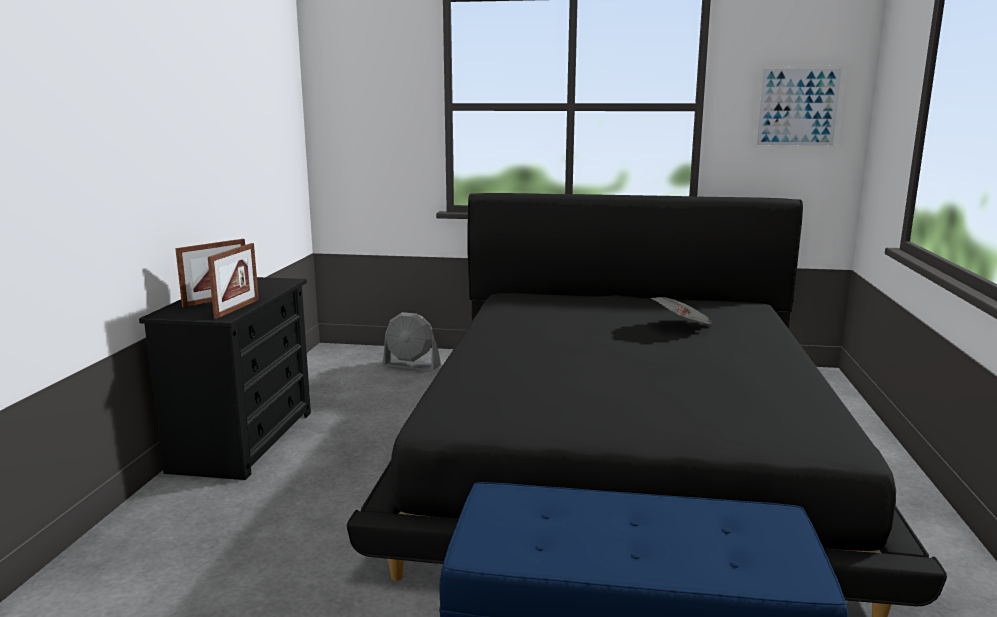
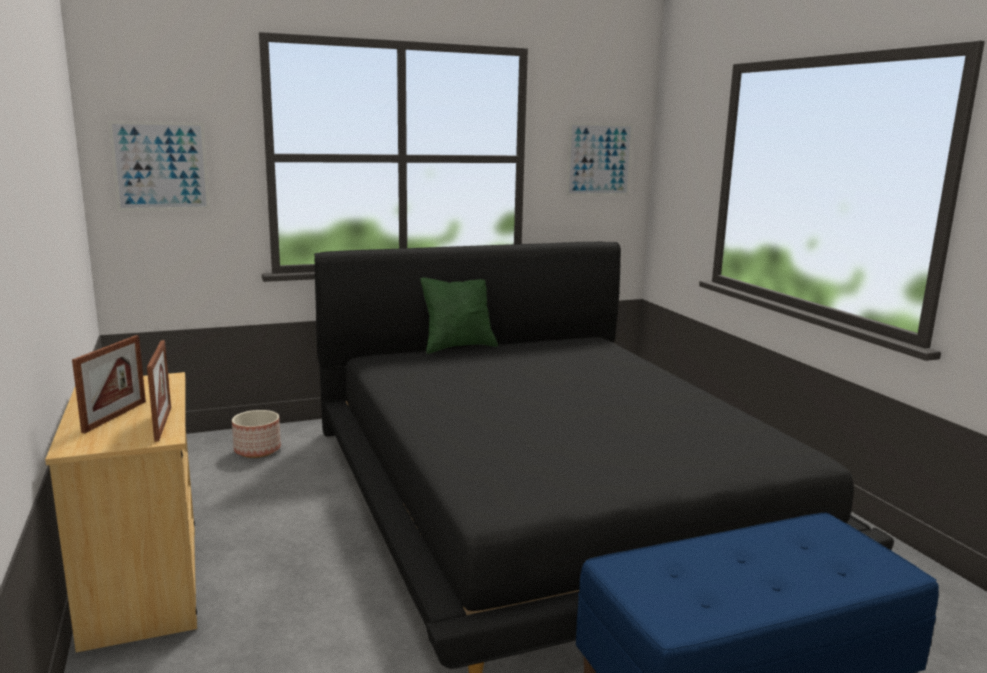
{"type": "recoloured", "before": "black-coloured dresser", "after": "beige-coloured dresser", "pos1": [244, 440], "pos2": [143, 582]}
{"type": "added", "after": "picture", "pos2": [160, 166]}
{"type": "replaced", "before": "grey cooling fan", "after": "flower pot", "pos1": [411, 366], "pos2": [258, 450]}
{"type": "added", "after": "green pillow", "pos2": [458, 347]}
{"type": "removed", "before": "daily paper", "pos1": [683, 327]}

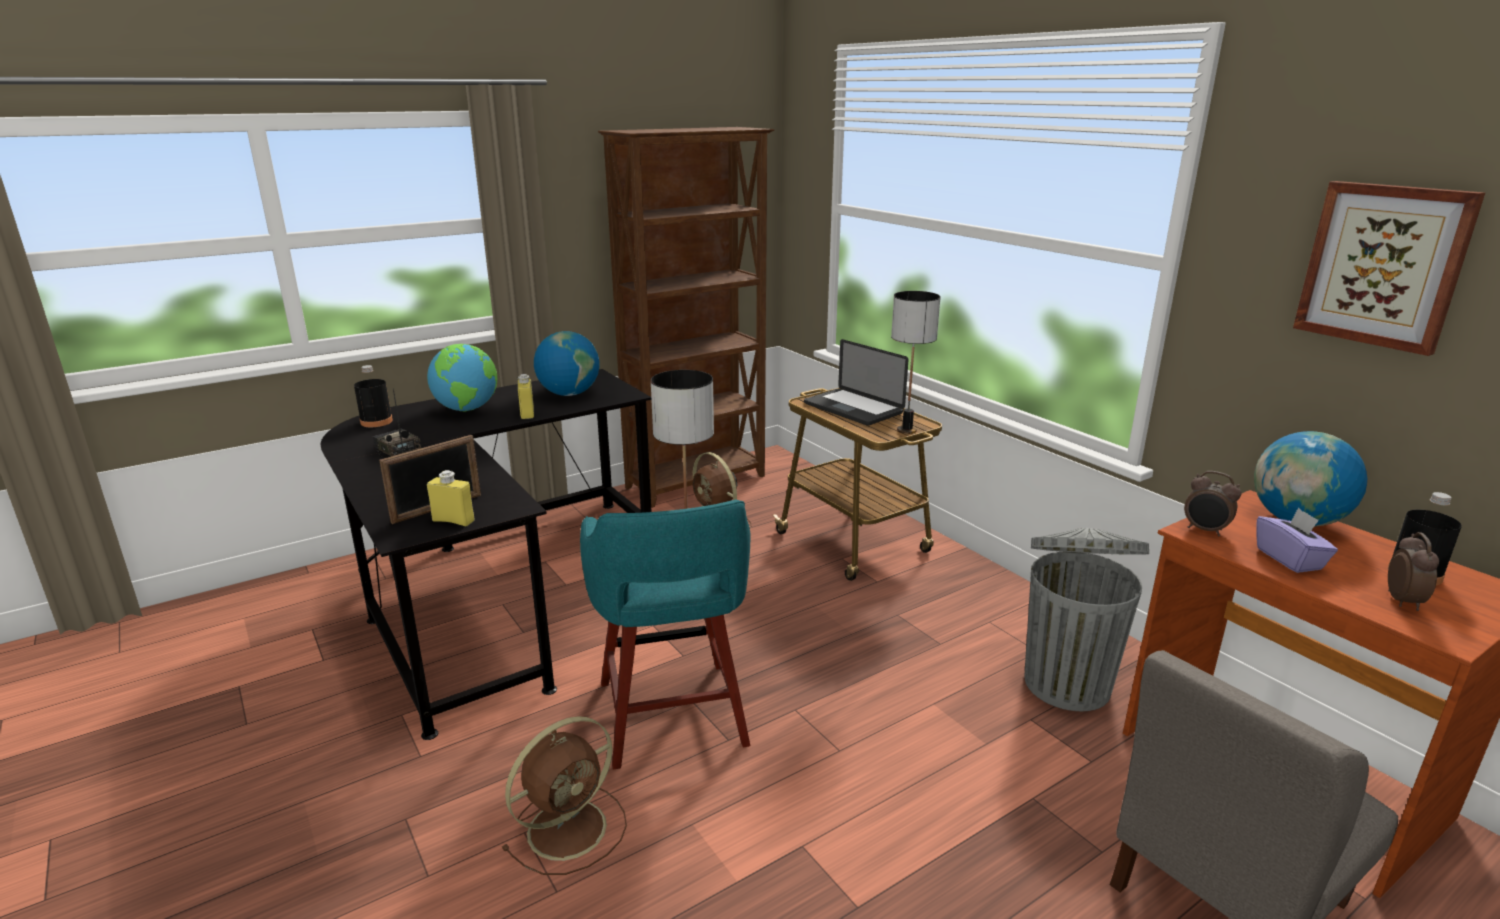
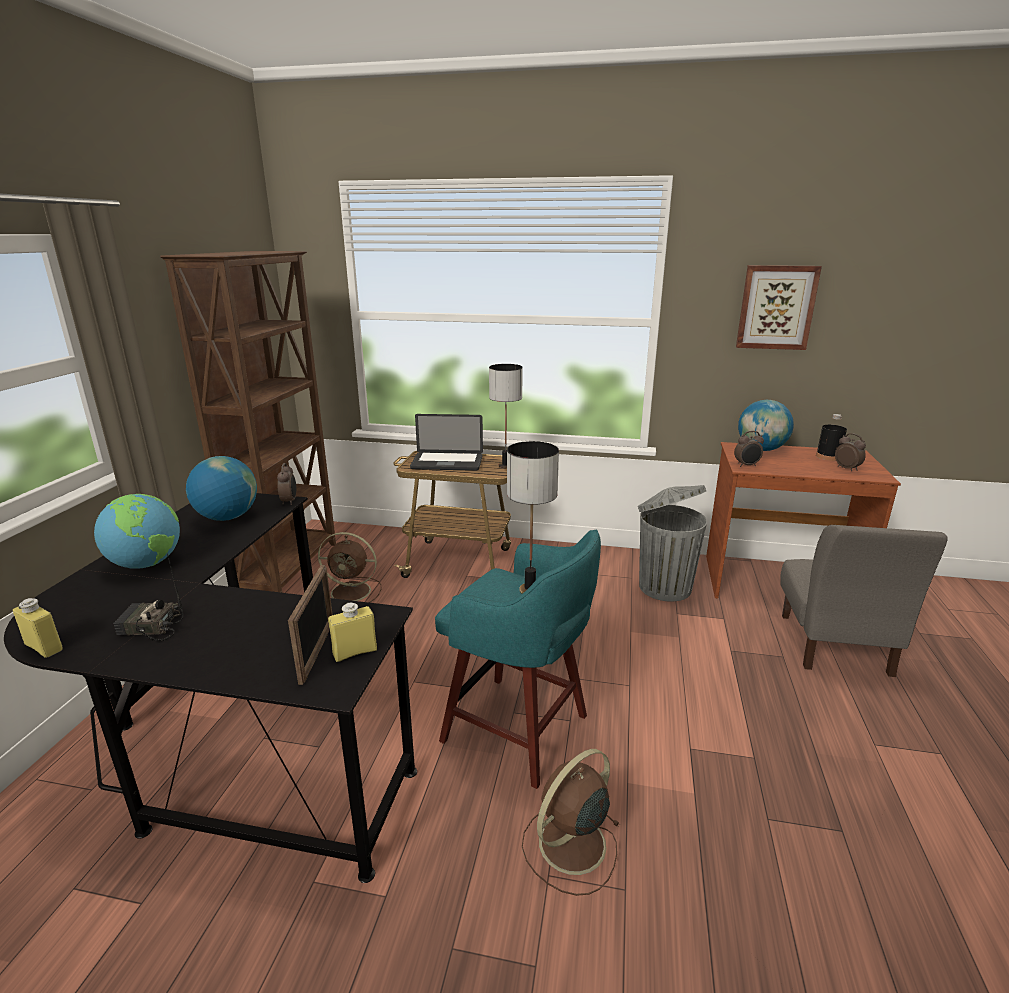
{"type": "moved", "before": "yellow drink bottle", "pos1": [527, 413], "pos2": [44, 647]}
{"type": "added", "after": "table clock", "pos2": [289, 501]}
{"type": "turned", "before": "brown cooling fan", "pos1": [570, 827], "pos2": [570, 845], "turn": -135}
{"type": "removed", "before": "black-coloured drink bottle", "pos1": [376, 422]}
{"type": "removed", "before": "purplish tissue box", "pos1": [1289, 559]}

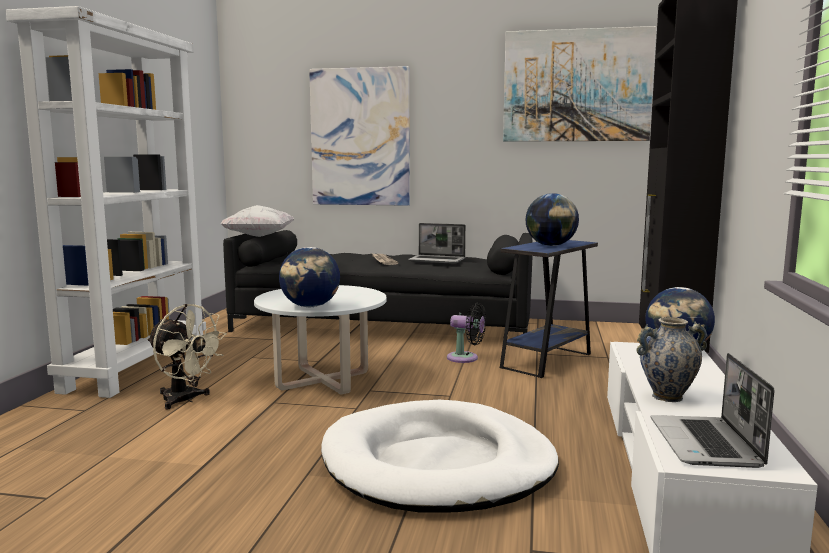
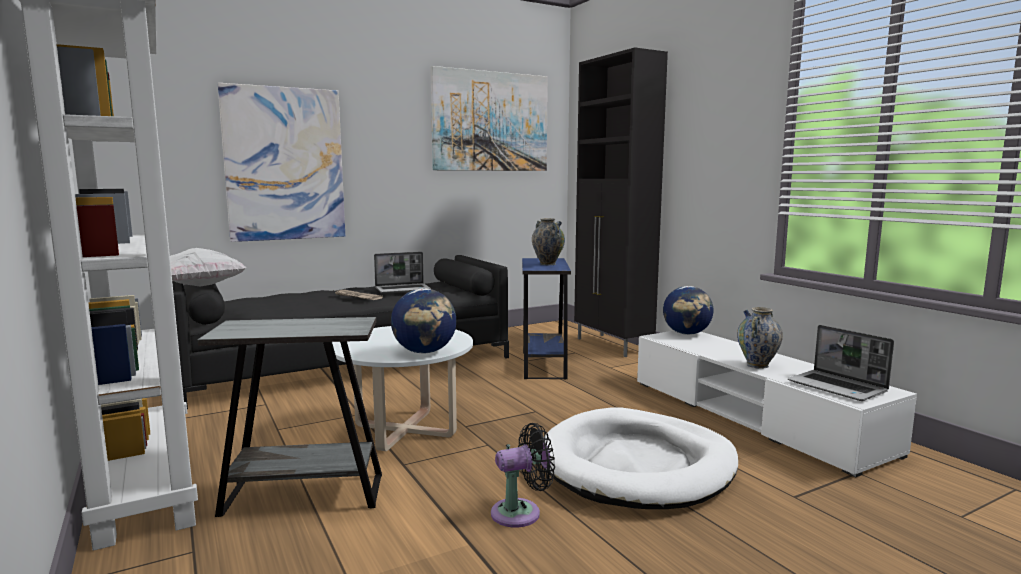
{"type": "replaced", "before": "beige-coloured cooling fan", "after": "grey side table", "pos1": [185, 400], "pos2": [304, 494]}
{"type": "moved", "before": "black-coloured cooling fan", "pos1": [466, 358], "pos2": [521, 512]}
{"type": "replaced", "before": "desk globe", "after": "flower vase", "pos1": [551, 245], "pos2": [547, 264]}

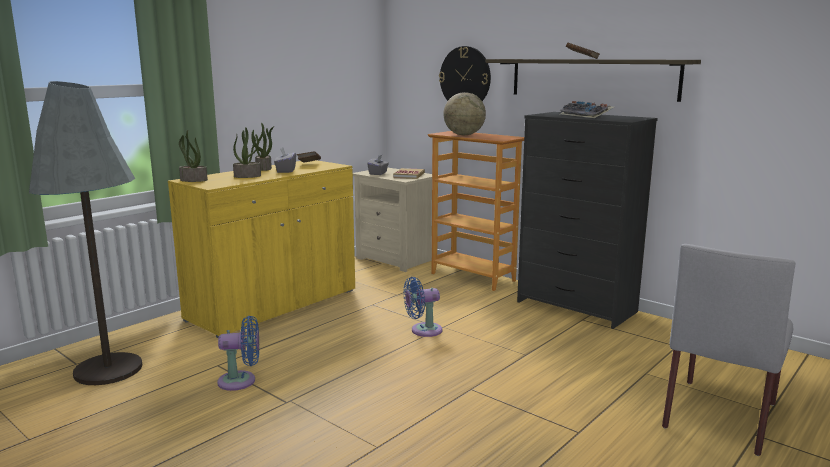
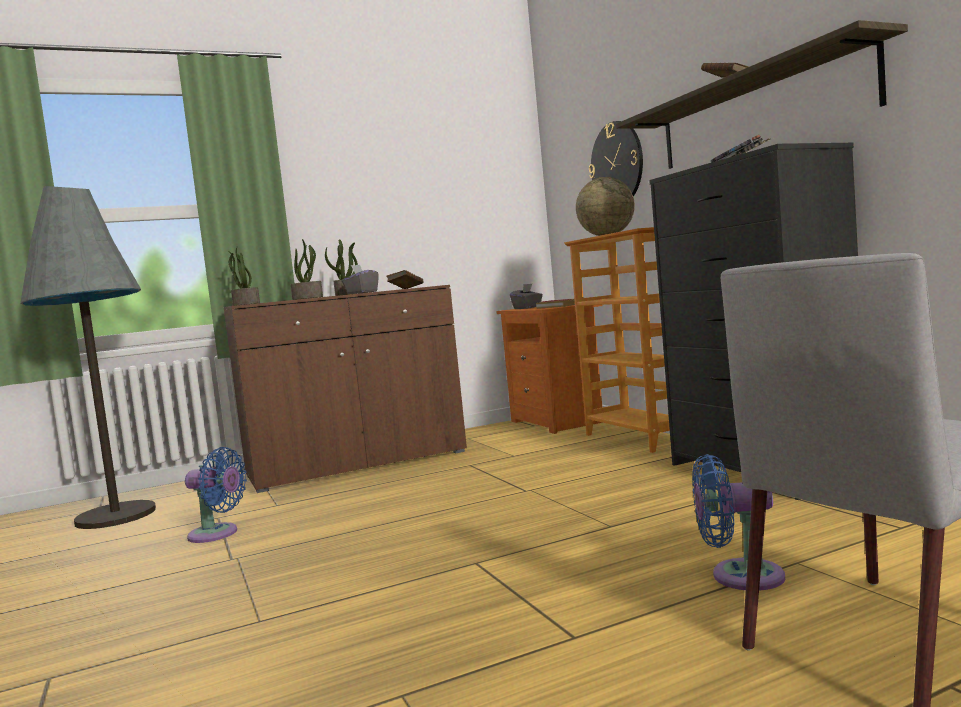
{"type": "recoloured", "before": "yellow cabinet", "after": "brown cabinet", "pos1": [274, 305], "pos2": [357, 464]}
{"type": "recoloured", "before": "beige-coloured bedside table", "after": "orangey bedside table", "pos1": [396, 259], "pos2": [558, 422]}
{"type": "moved", "before": "blue-coloured cooling fan", "pos1": [423, 330], "pos2": [739, 576]}

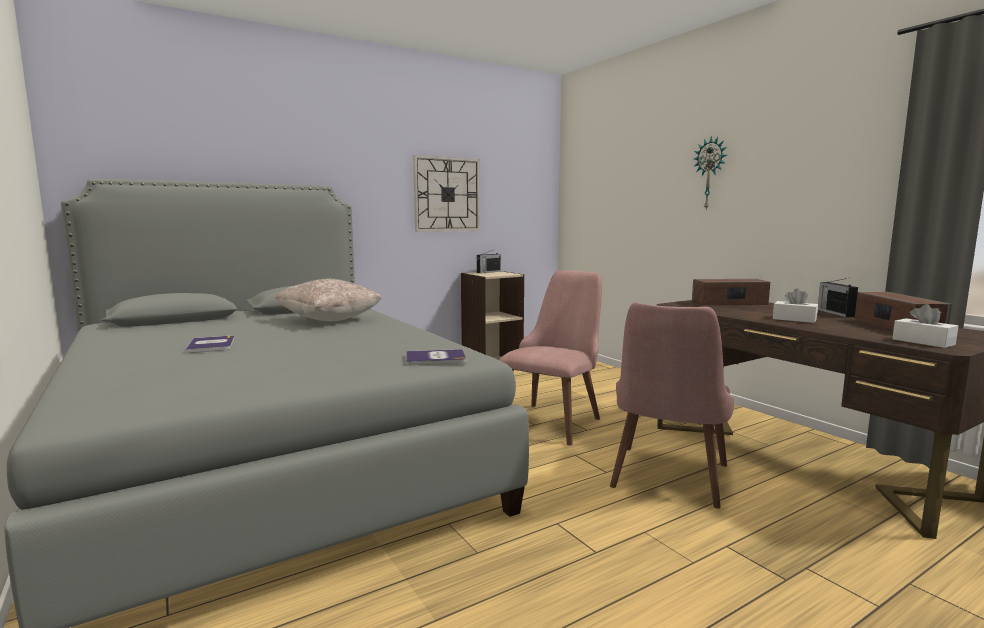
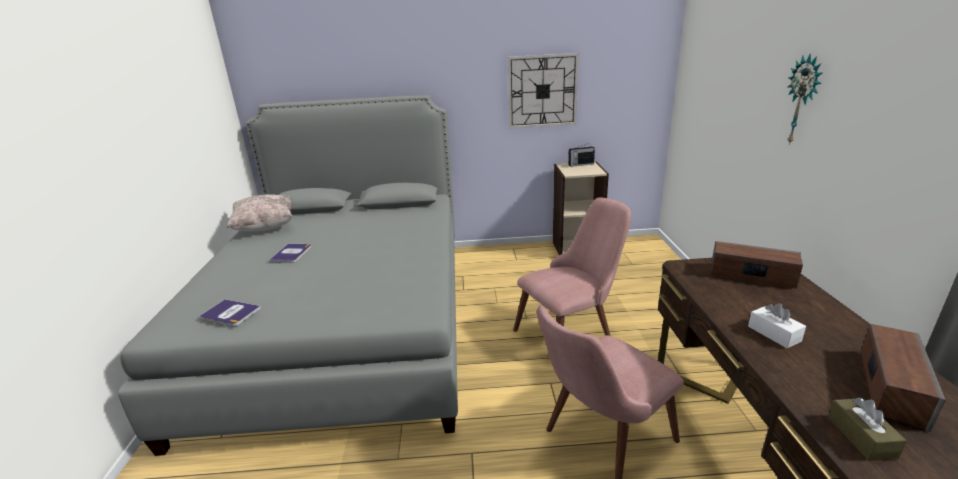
{"type": "moved", "before": "book", "pos1": [435, 358], "pos2": [230, 313]}
{"type": "moved", "before": "beige-coloured pillow", "pos1": [329, 320], "pos2": [265, 227]}
{"type": "recoloured", "before": "whitish tissue box", "after": "brown tissue box", "pos1": [923, 342], "pos2": [861, 437]}
{"type": "removed", "before": "radio receiver", "pos1": [834, 313]}

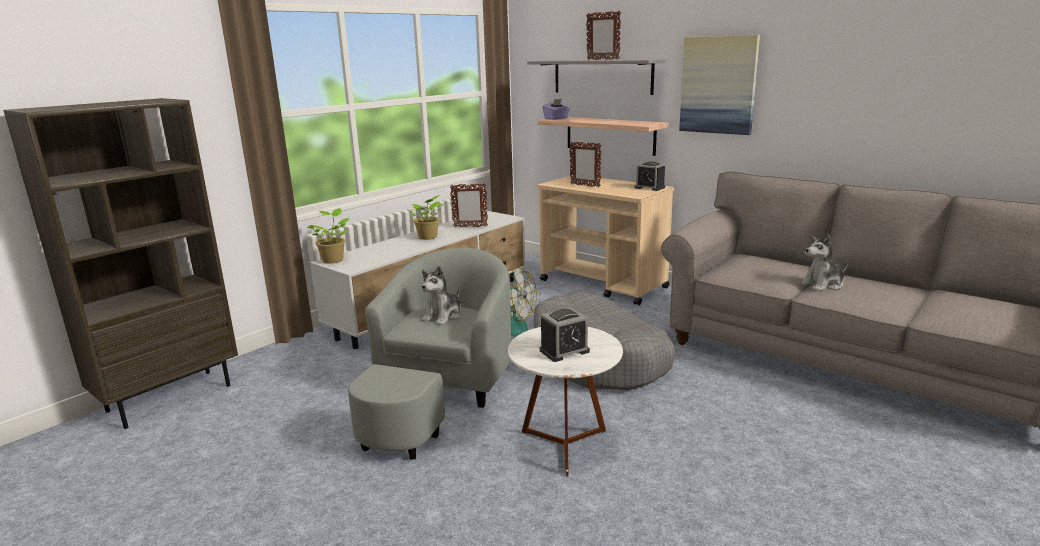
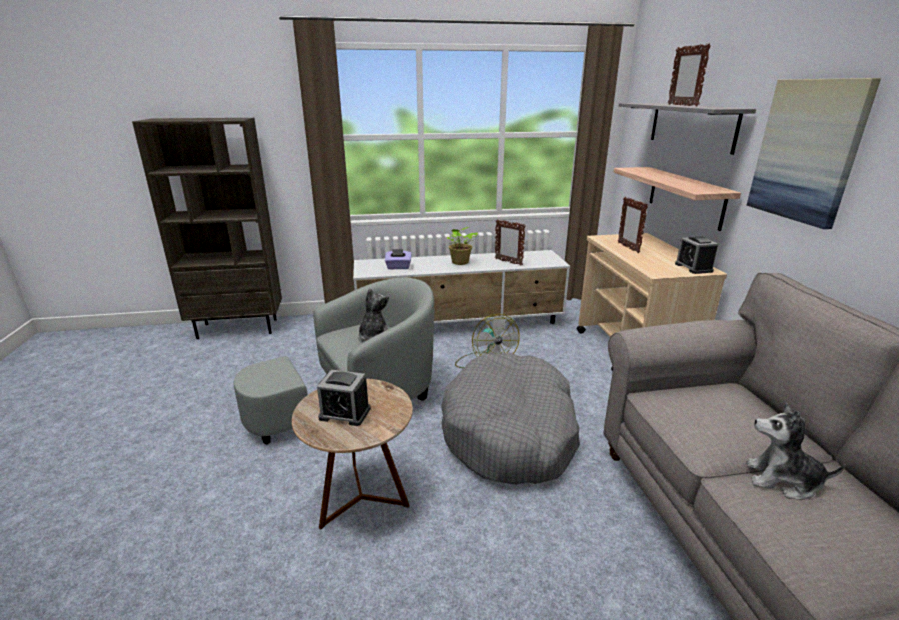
{"type": "recoloured", "before": "whitish side table", "after": "brown side table", "pos1": [565, 445], "pos2": [361, 499]}
{"type": "turned", "before": "soft toy", "pos1": [443, 316], "pos2": [373, 336], "turn": 120}
{"type": "moved", "before": "purplish tissue box", "pos1": [556, 118], "pos2": [398, 267]}
{"type": "removed", "before": "potted plant", "pos1": [333, 260]}

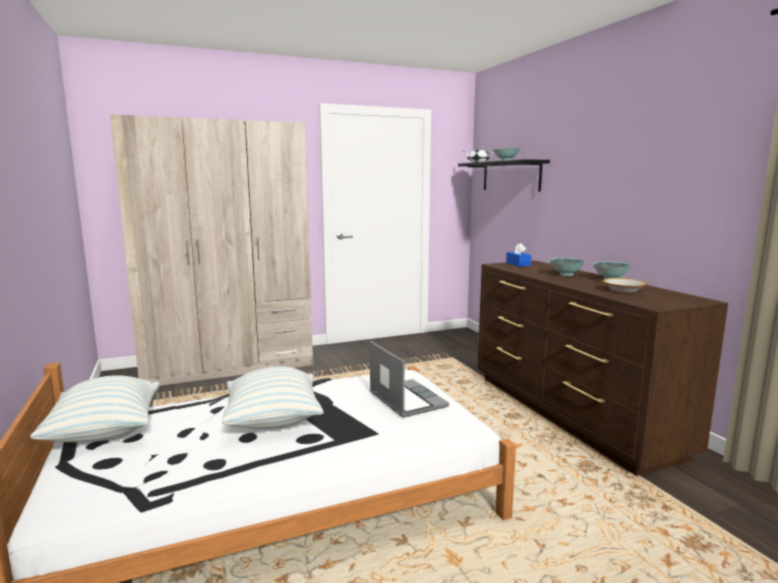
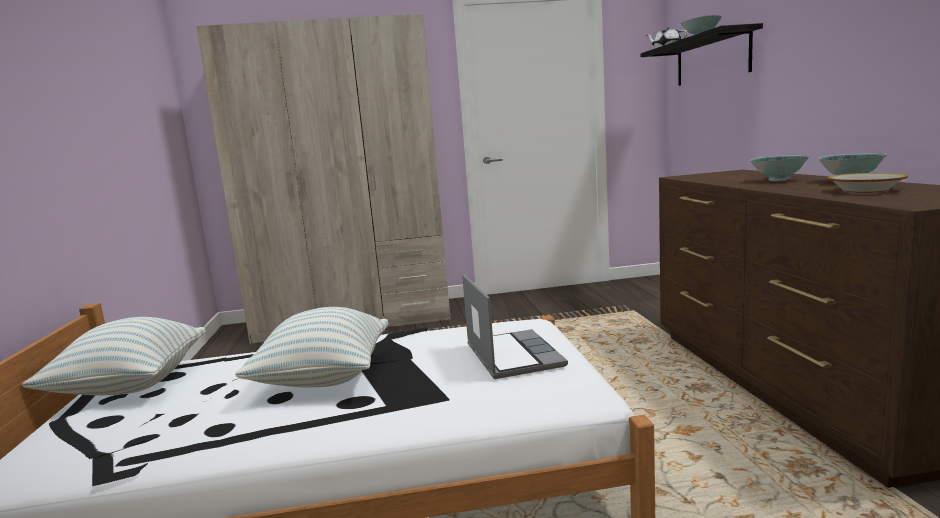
{"type": "removed", "before": "blue-coloured tissue box", "pos1": [518, 264]}

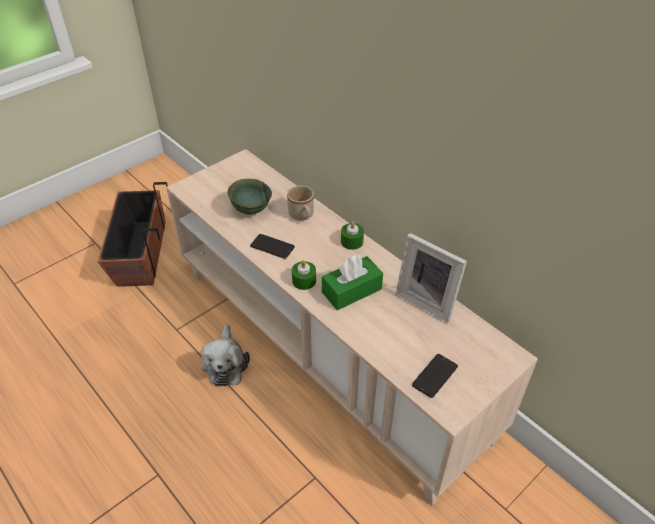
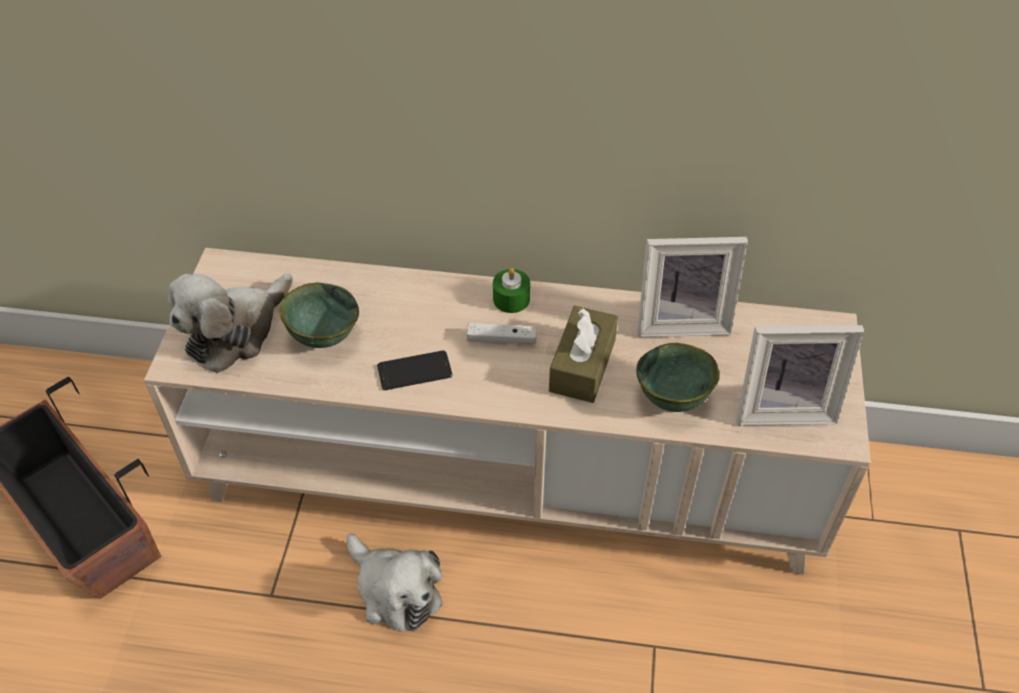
{"type": "added", "after": "soft toy", "pos2": [235, 331]}
{"type": "added", "after": "whitish gamepad", "pos2": [501, 339]}
{"type": "recoloured", "before": "green tissue box", "after": "brown tissue box", "pos1": [351, 290], "pos2": [582, 365]}
{"type": "added", "after": "green bowl", "pos2": [672, 400]}
{"type": "replaced", "before": "telephone", "after": "photo frame", "pos1": [435, 376], "pos2": [783, 407]}
{"type": "removed", "before": "beige-coloured tea mug", "pos1": [302, 216]}
{"type": "removed", "before": "green wax light", "pos1": [304, 281]}

